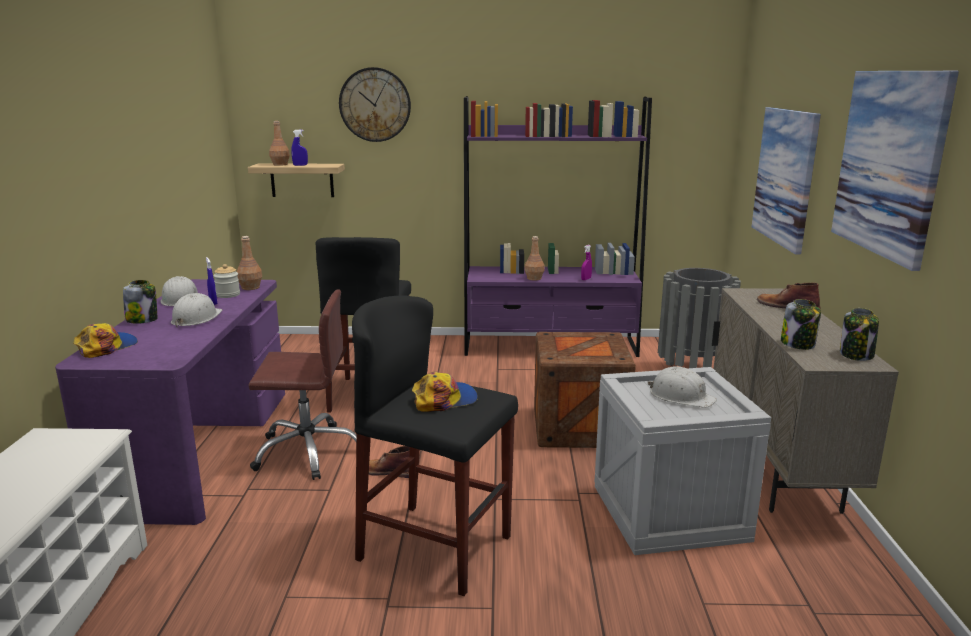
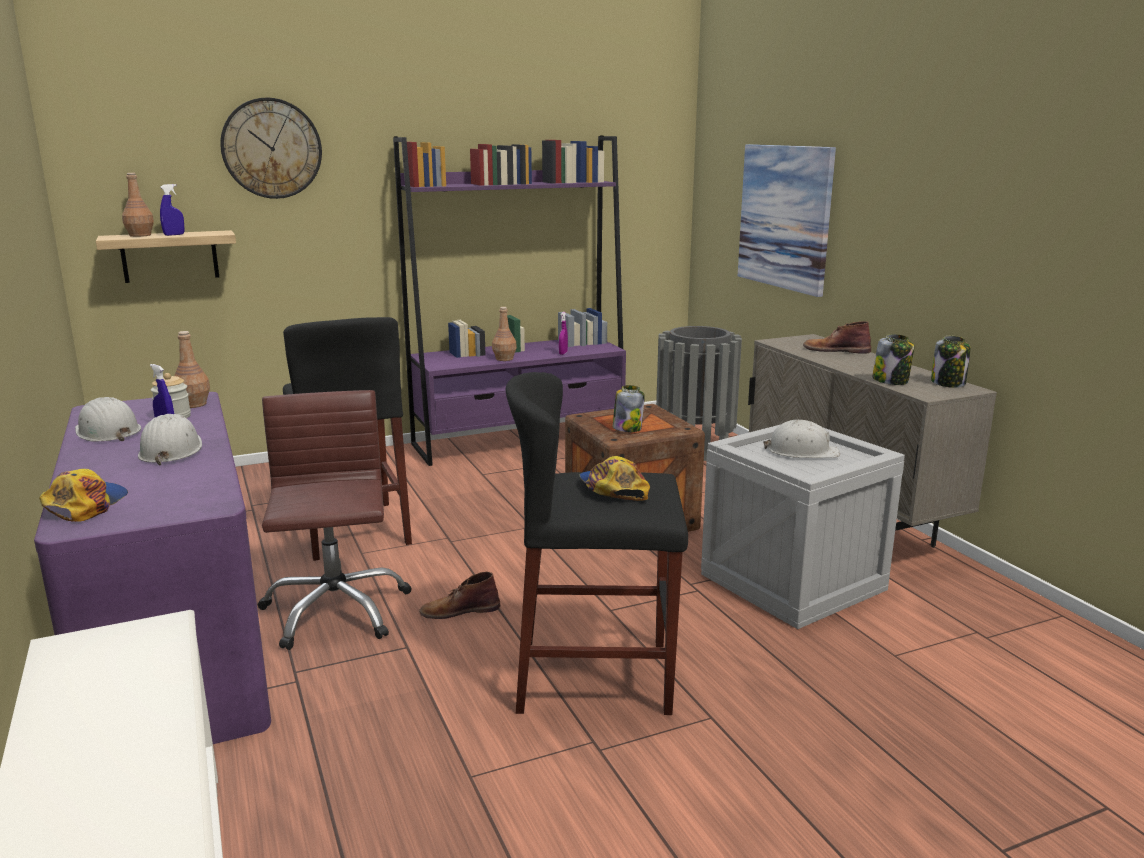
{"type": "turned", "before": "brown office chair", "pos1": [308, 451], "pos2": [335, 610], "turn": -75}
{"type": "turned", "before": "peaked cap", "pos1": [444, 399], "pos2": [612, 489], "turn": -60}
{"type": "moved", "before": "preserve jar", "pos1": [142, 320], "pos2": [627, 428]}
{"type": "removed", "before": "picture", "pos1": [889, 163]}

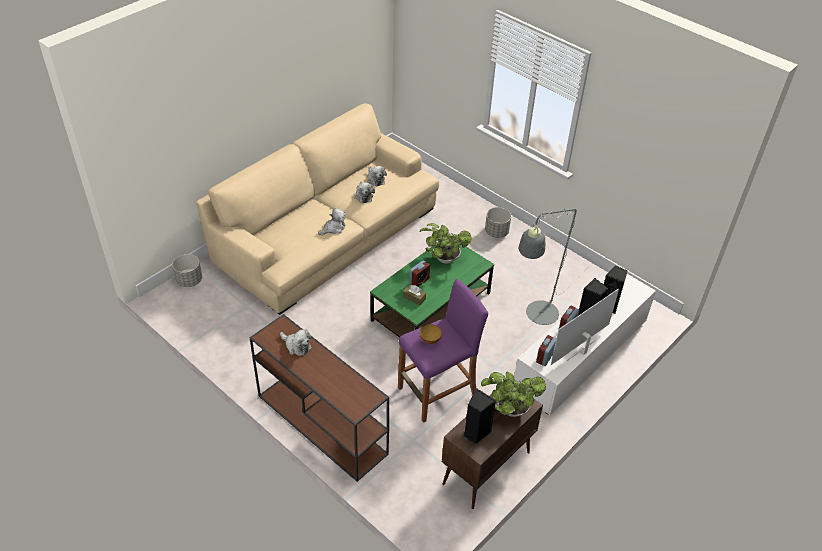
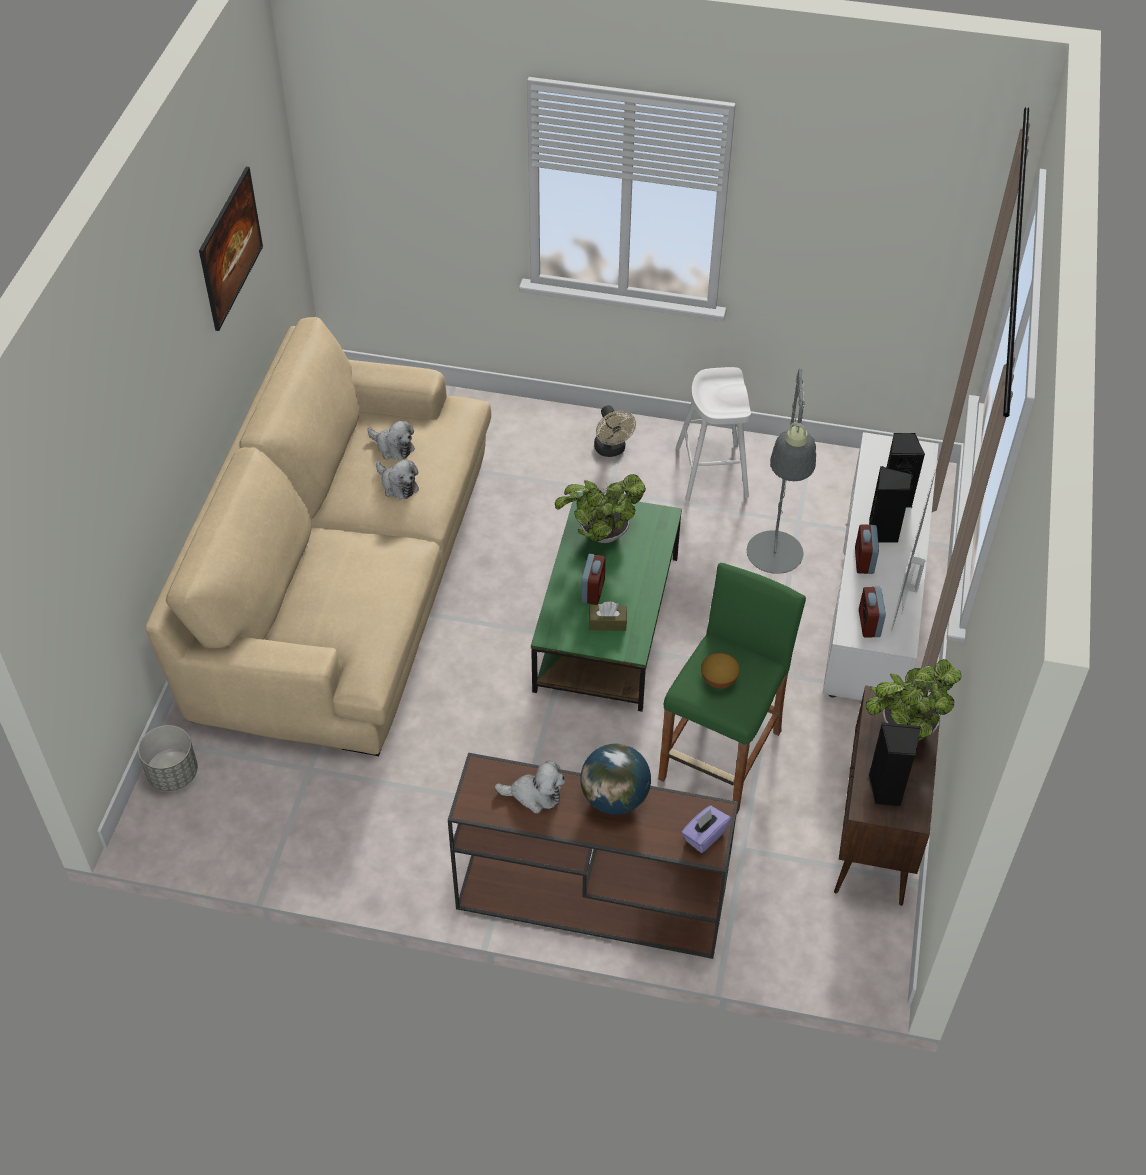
{"type": "added", "after": "picture", "pos2": [234, 268]}
{"type": "added", "after": "desk globe", "pos2": [614, 797]}
{"type": "replaced", "before": "grey flower pot", "after": "beige-coloured cooling fan", "pos1": [496, 232], "pos2": [611, 450]}
{"type": "recoloured", "before": "purplish stool", "after": "green stool", "pos1": [437, 392], "pos2": [721, 756]}
{"type": "added", "after": "whitish stool", "pos2": [711, 472]}
{"type": "added", "after": "purplish tissue box", "pos2": [704, 836]}
{"type": "removed", "before": "soft toy", "pos1": [333, 228]}

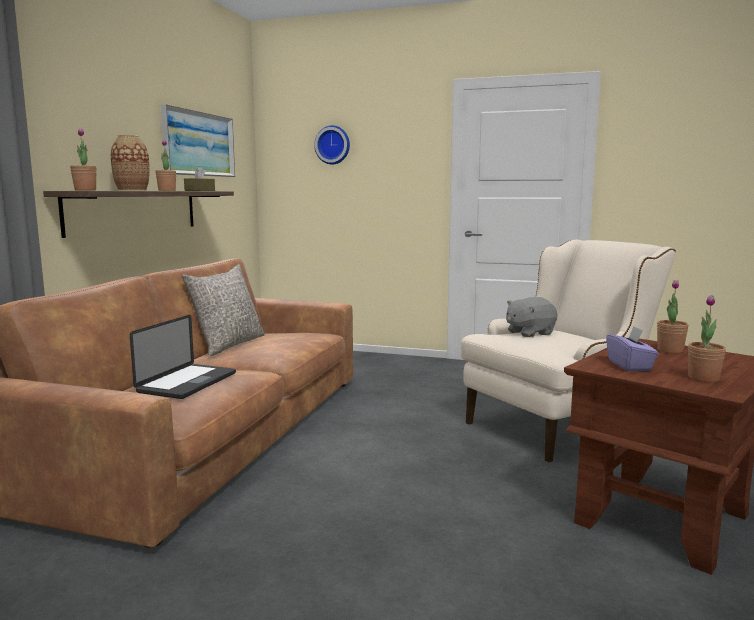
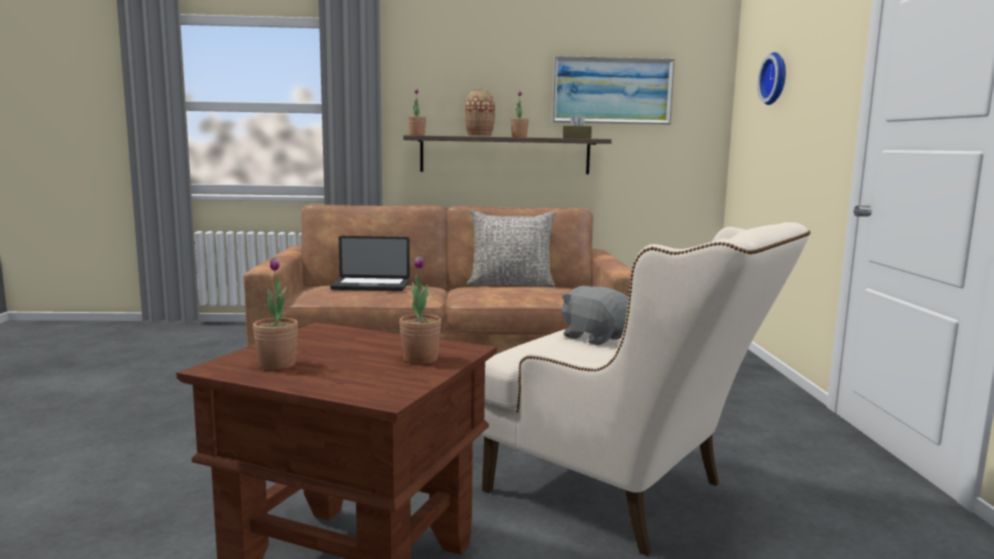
{"type": "removed", "before": "purplish tissue box", "pos1": [630, 366]}

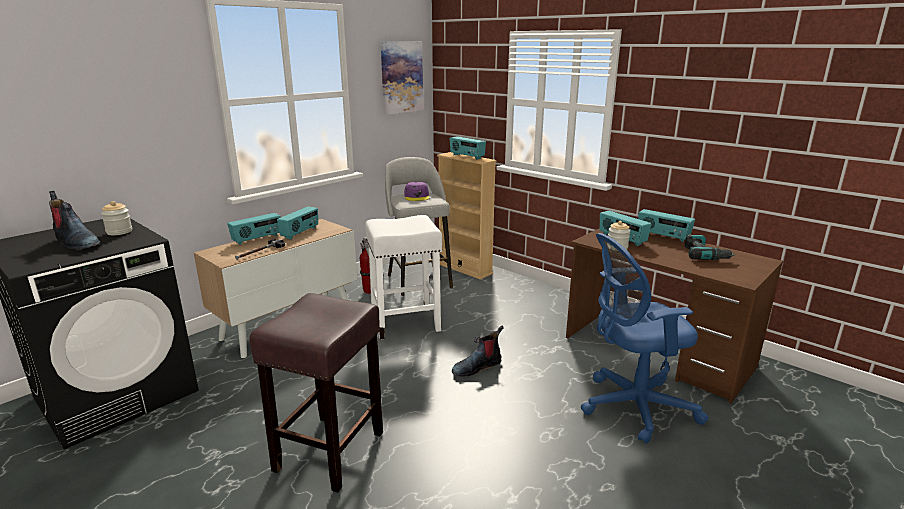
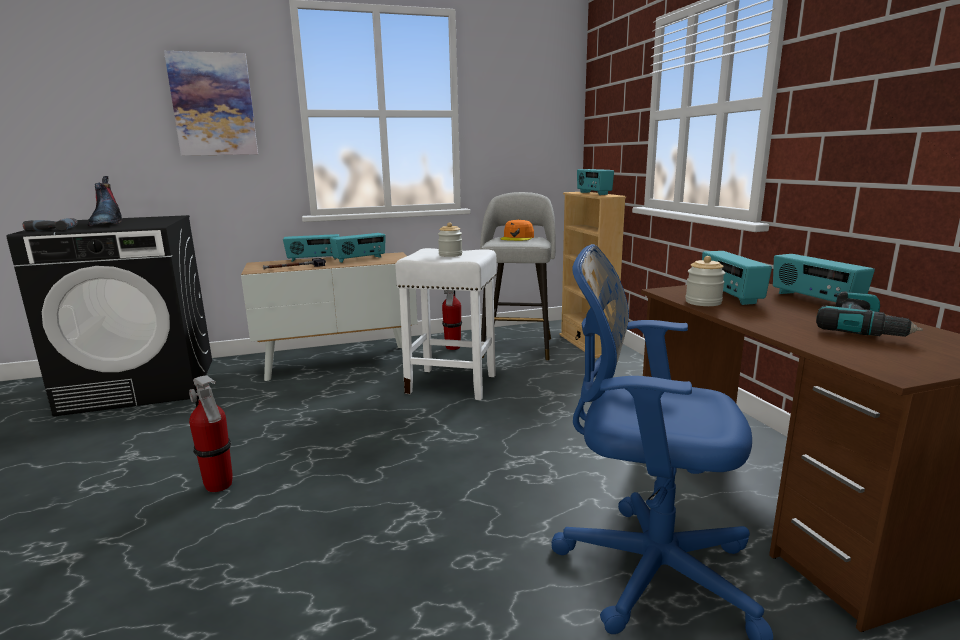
{"type": "added", "after": "power drill", "pos2": [52, 229]}
{"type": "moved", "before": "picture", "pos1": [401, 77], "pos2": [213, 105]}
{"type": "replaced", "before": "brown stool", "after": "fire-fighting cylinder", "pos1": [330, 450], "pos2": [219, 486]}
{"type": "moved", "before": "preserve jar", "pos1": [119, 232], "pos2": [450, 255]}
{"type": "recoloured", "before": "purplish peaked cap", "after": "orangey peaked cap", "pos1": [417, 196], "pos2": [517, 238]}
{"type": "removed", "before": "tall boot", "pos1": [477, 367]}

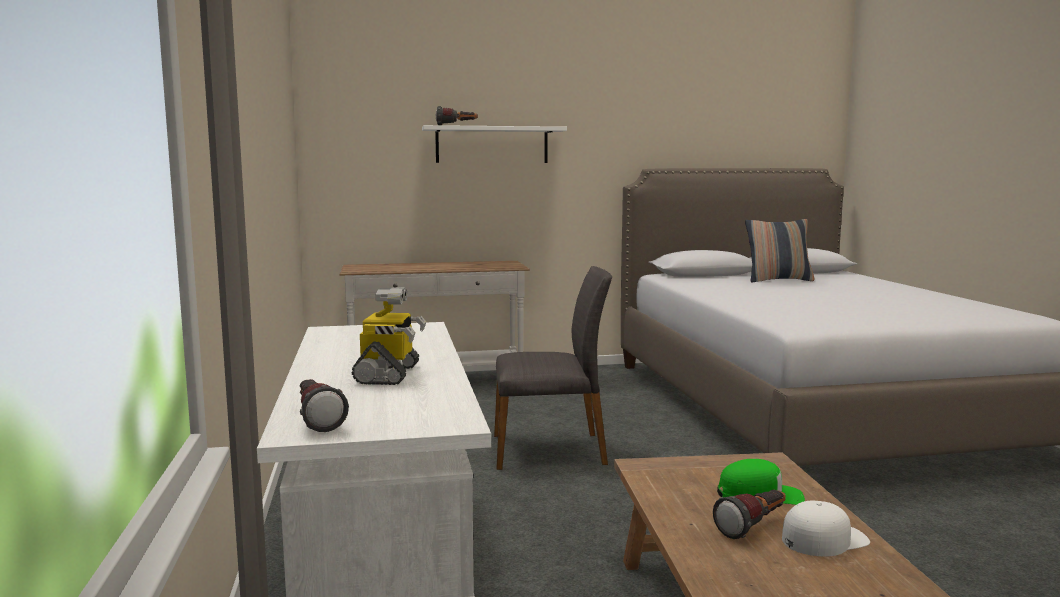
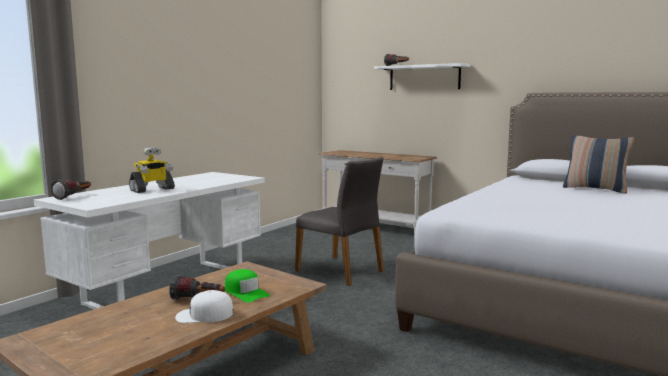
{"type": "turned", "before": "whitish peaked cap", "pos1": [824, 539], "pos2": [204, 315], "turn": 150}

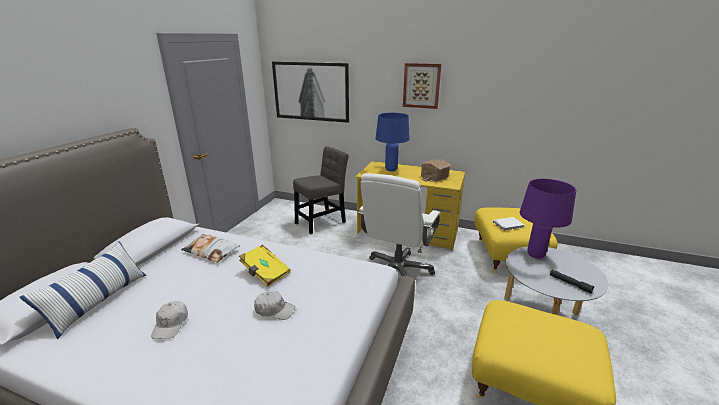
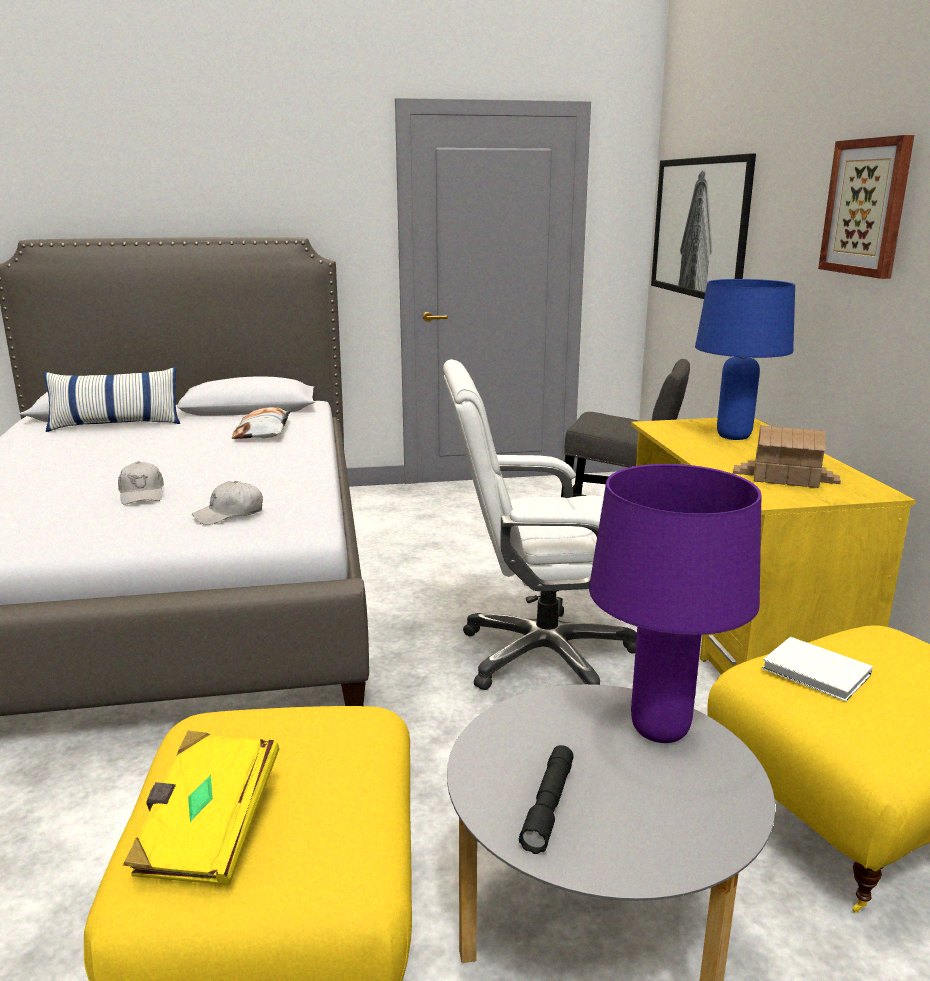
{"type": "moved", "before": "yellow book", "pos1": [265, 273], "pos2": [207, 831]}
{"type": "moved", "before": "whitish peaked cap", "pos1": [171, 324], "pos2": [229, 514]}

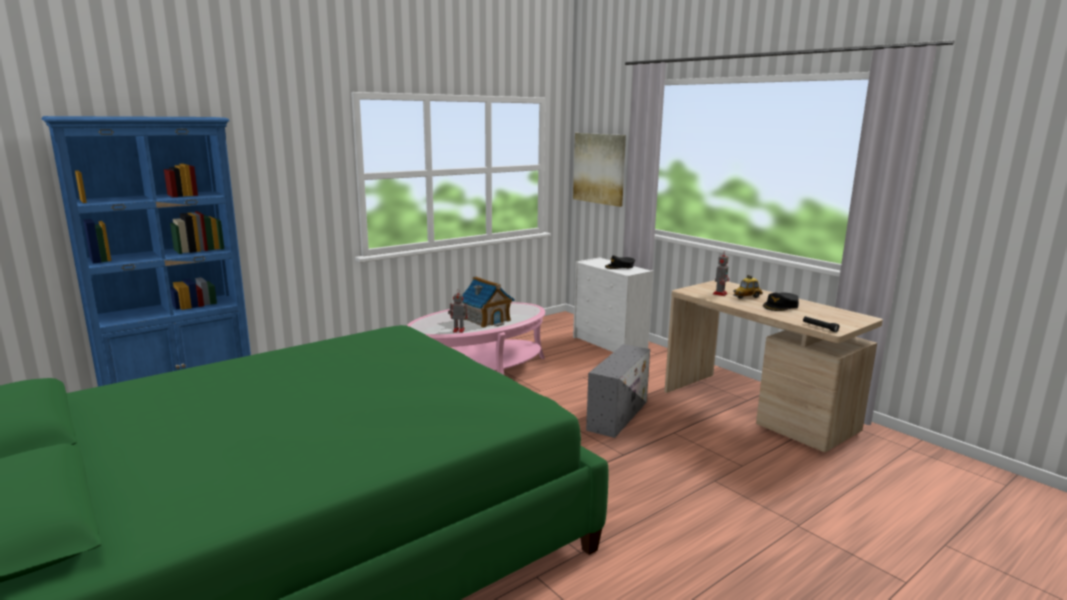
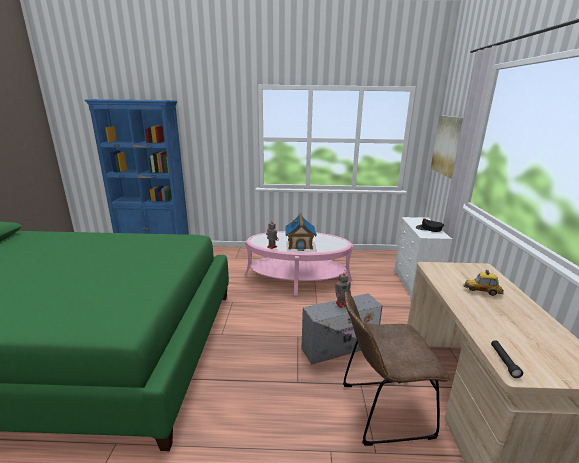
{"type": "moved", "before": "toy robot", "pos1": [720, 293], "pos2": [342, 304]}
{"type": "added", "after": "brown upright chair", "pos2": [380, 410]}
{"type": "removed", "before": "black-coloured peaked cap", "pos1": [780, 306]}

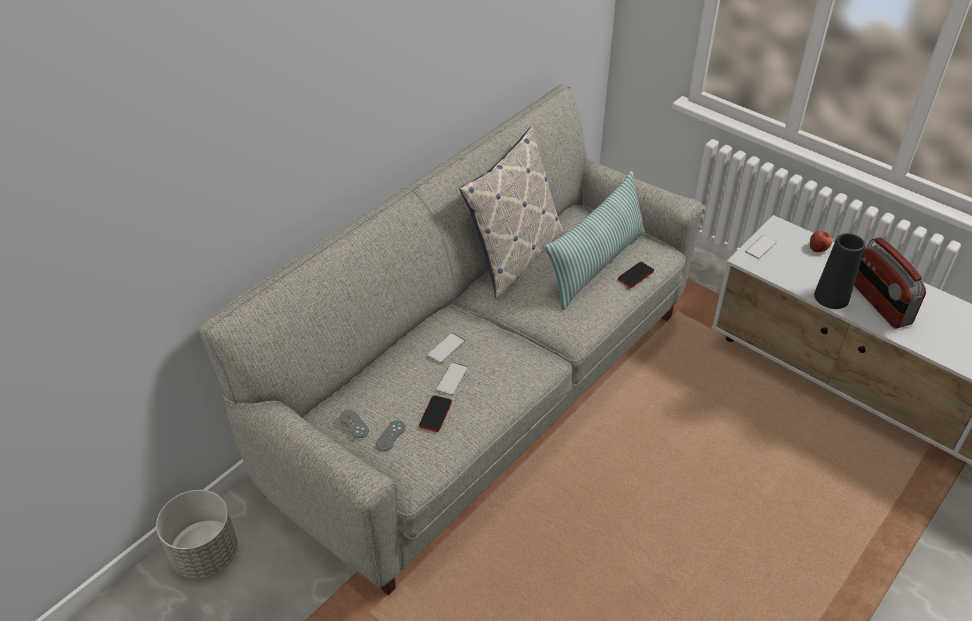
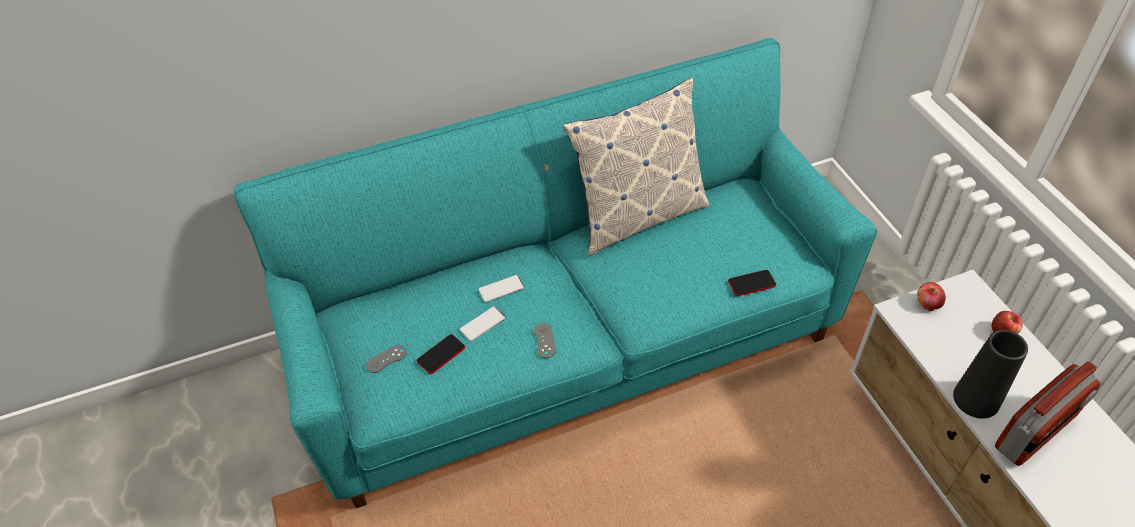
{"type": "recoloured", "before": "grey sofa", "after": "turquoise-coloured sofa", "pos1": [485, 397], "pos2": [571, 349]}
{"type": "moved", "before": "grey gamepad", "pos1": [354, 424], "pos2": [544, 340]}
{"type": "replaced", "before": "telephone", "after": "apple", "pos1": [760, 247], "pos2": [927, 303]}
{"type": "turned", "before": "radio receiver", "pos1": [879, 303], "pos2": [1036, 432], "turn": -135}
{"type": "removed", "before": "grey flower pot", "pos1": [205, 554]}
{"type": "removed", "before": "pillow", "pos1": [596, 264]}

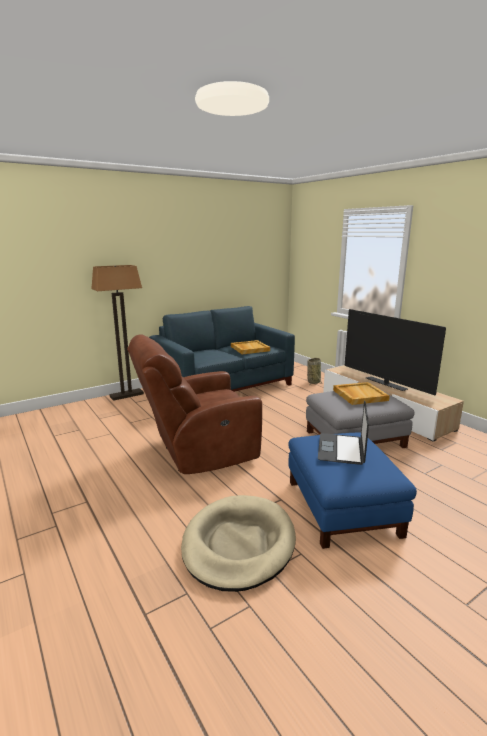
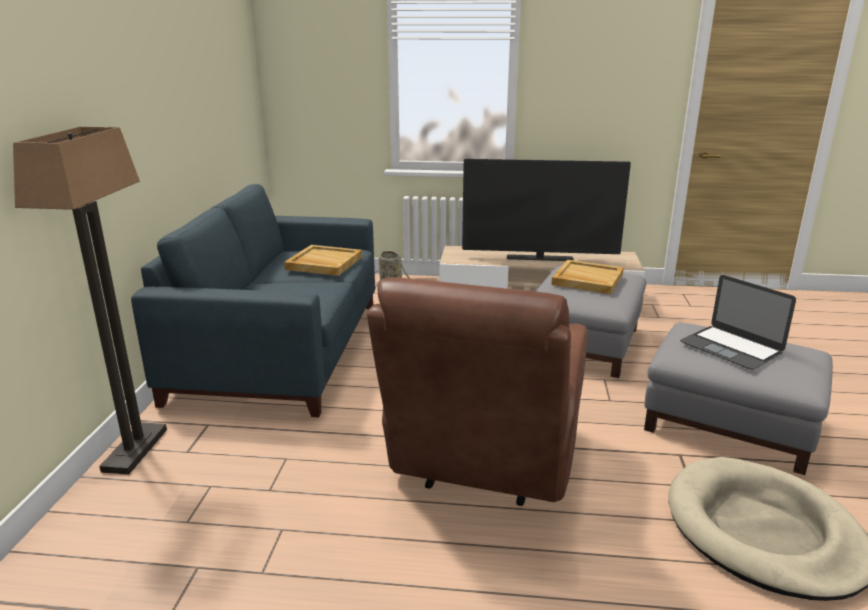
{"type": "recoloured", "before": "blue-coloured ottoman", "after": "grey ottoman", "pos1": [343, 507], "pos2": [730, 423]}

